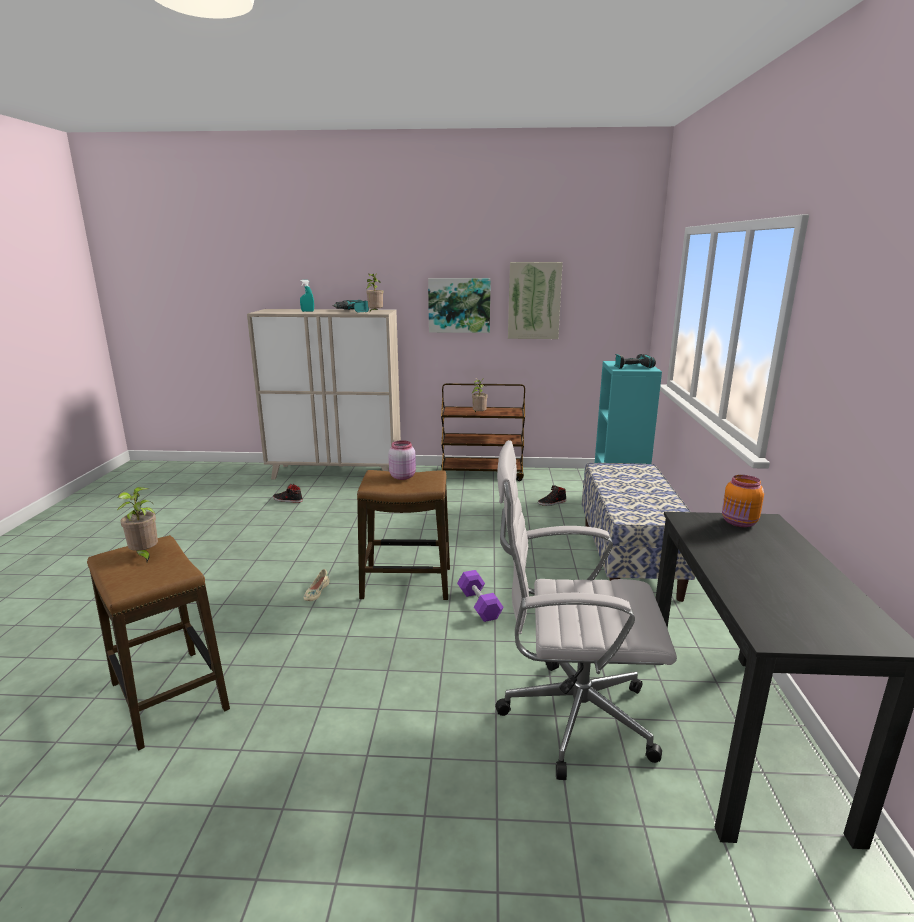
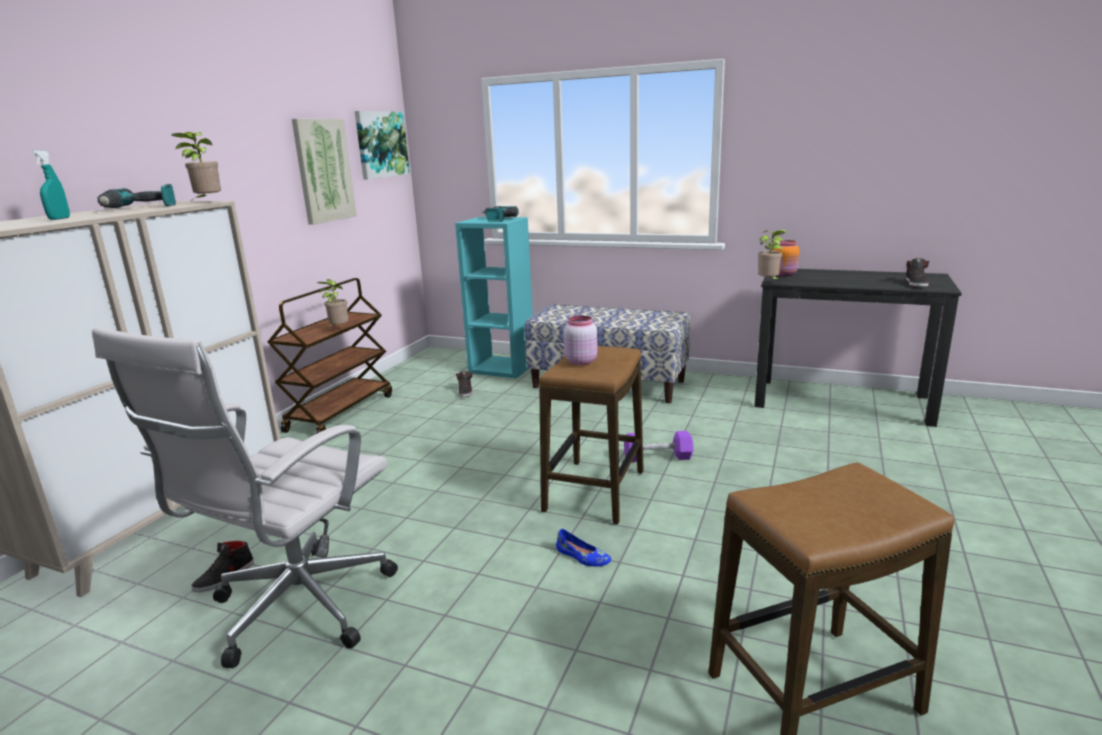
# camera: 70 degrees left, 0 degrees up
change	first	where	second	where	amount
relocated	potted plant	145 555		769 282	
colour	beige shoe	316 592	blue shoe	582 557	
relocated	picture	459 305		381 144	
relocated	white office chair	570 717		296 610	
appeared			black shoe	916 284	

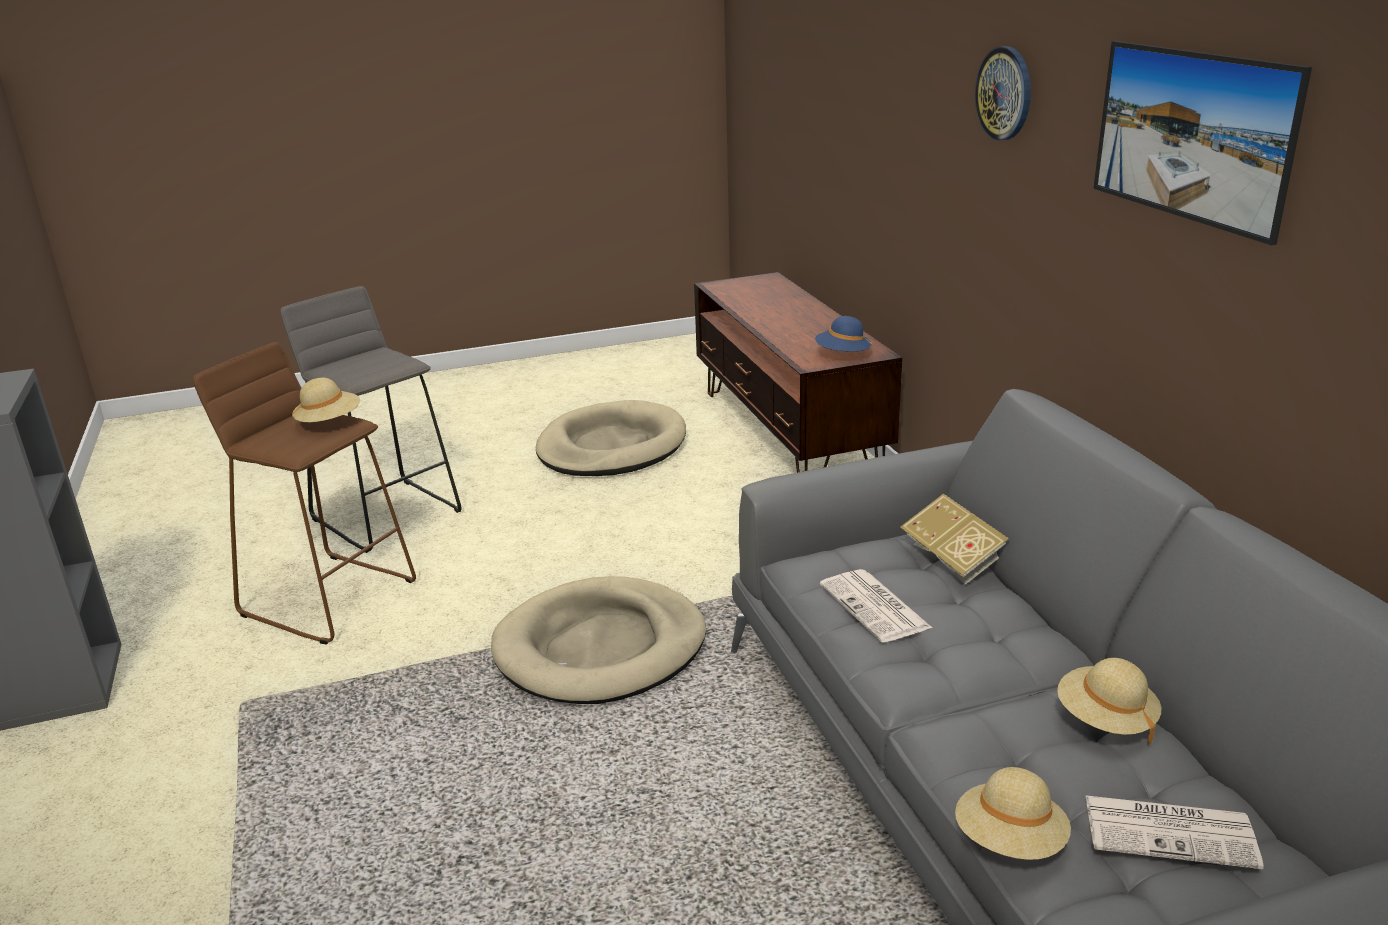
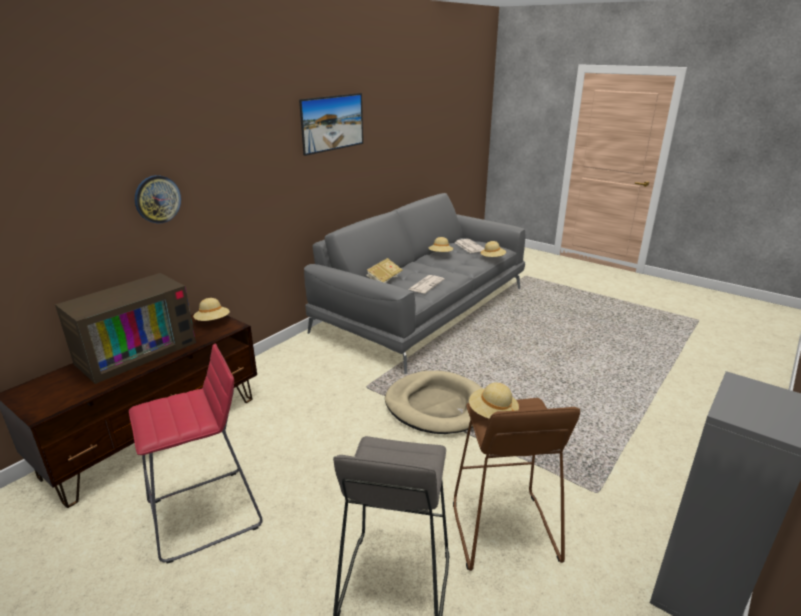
# camera: 125 degrees left, 0 degrees up
change	first	where	second	where	amount
exchanged	beige dog bed	611 446	red stool	206 514	
colour	blue hat	842 355	beige hat	213 321	
relocated	wall clock	1004 93		157 199	
appeared			television	136 351	

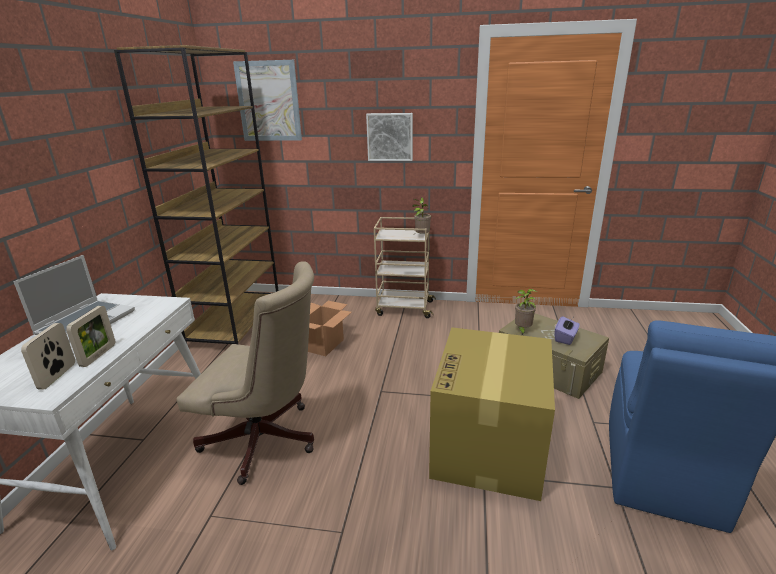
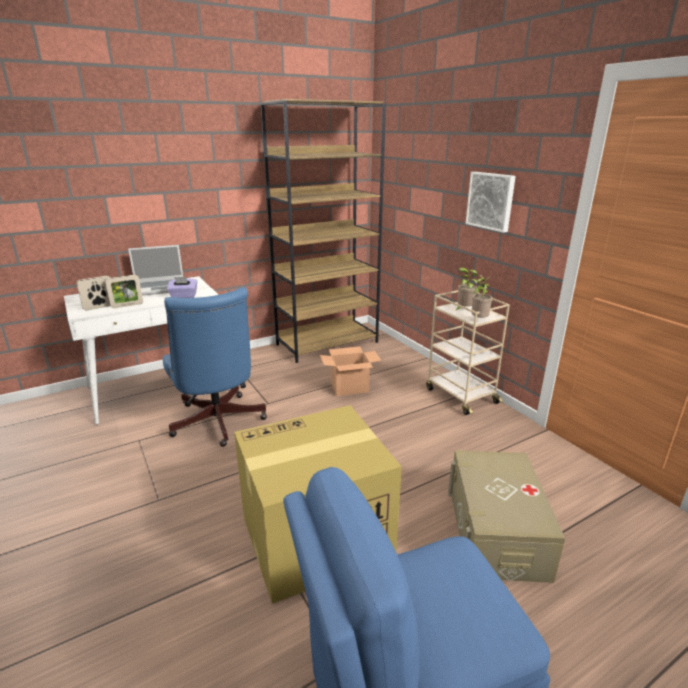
# camera: 50 degrees right, 0 degrees up
change	first	where	second	where	amount
colour	beige office chair	267 441	blue office chair	218 424	
missing	picture	268 101			
relocated	potted plant	522 330		463 310	
relocated	purple tissue box	565 338		183 296	

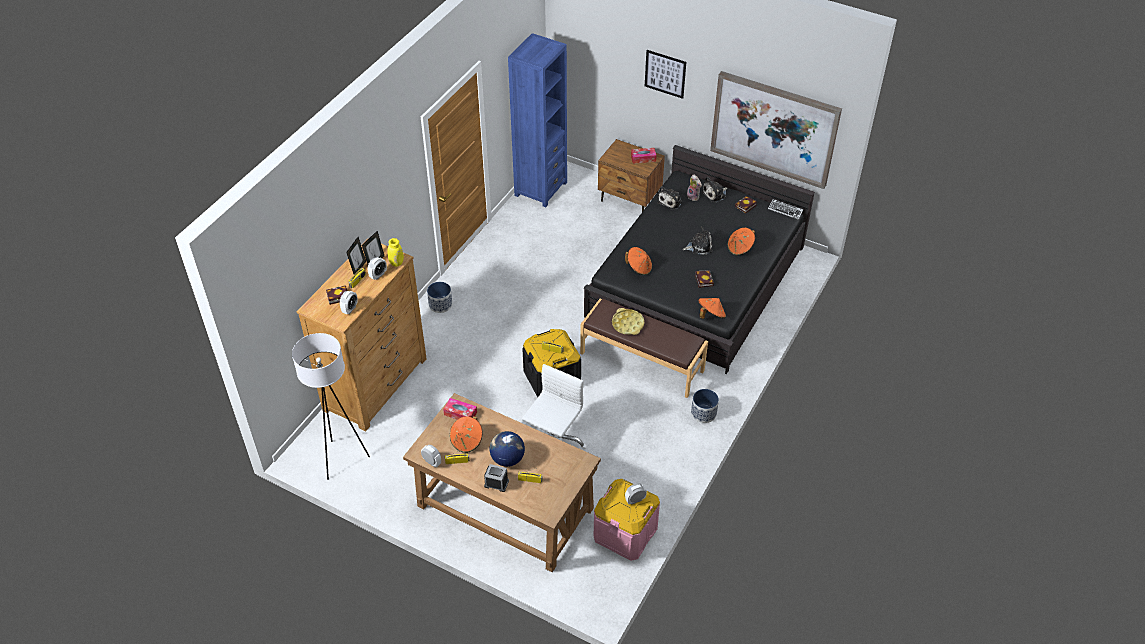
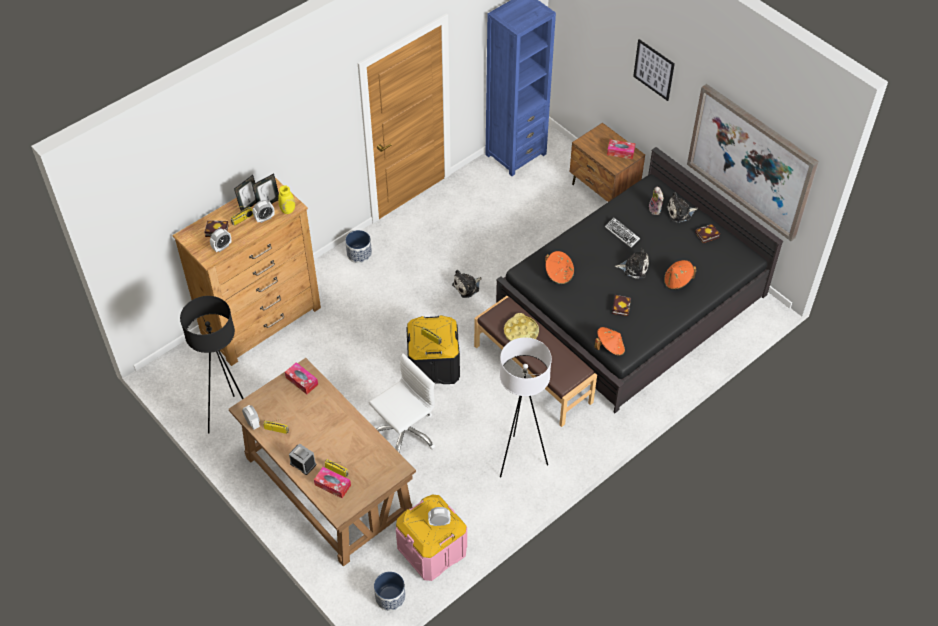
# camera: 20 degrees right, 5 degrees up
change	first	where	second	where	amount
relocated	white floor lamp	342 459		519 459	
missing	orange hat	467 441			
missing	globe	507 459			
relocated	plush toy	670 201		467 287	
relocated	planter	704 413		390 597	
relocated	keyboard	785 210		622 234	
appeared			black floor lamp	232 419	
appeared			tissue box	332 485	

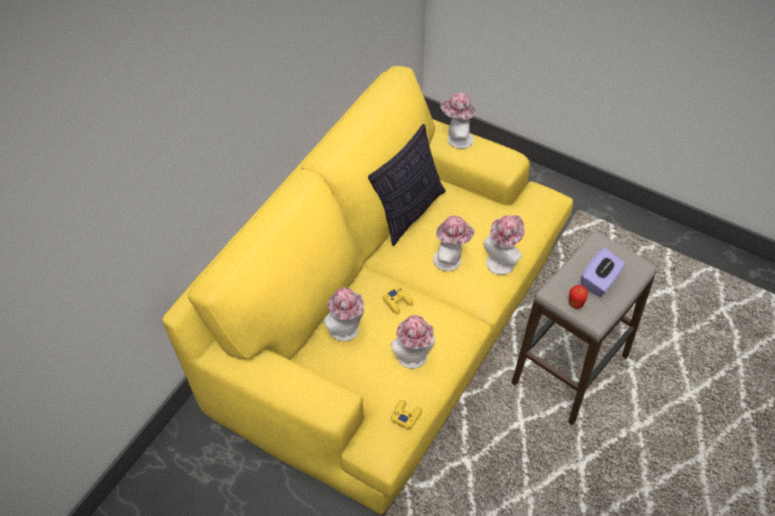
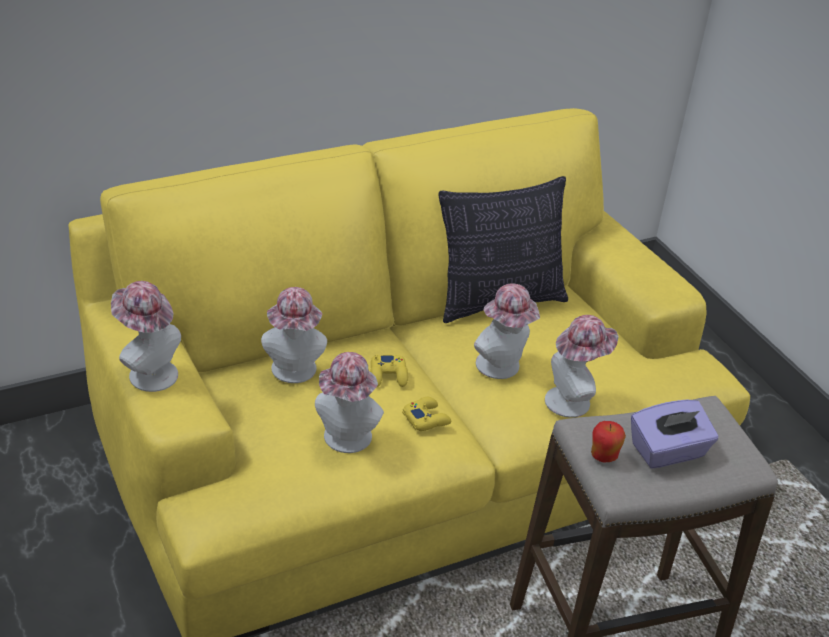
# camera: 30 degrees right, 15 degrees down
change	first	where	second	where	amount
relocated	yellow game controller	406 415		426 418	
relocated	hat	456 139		148 373	

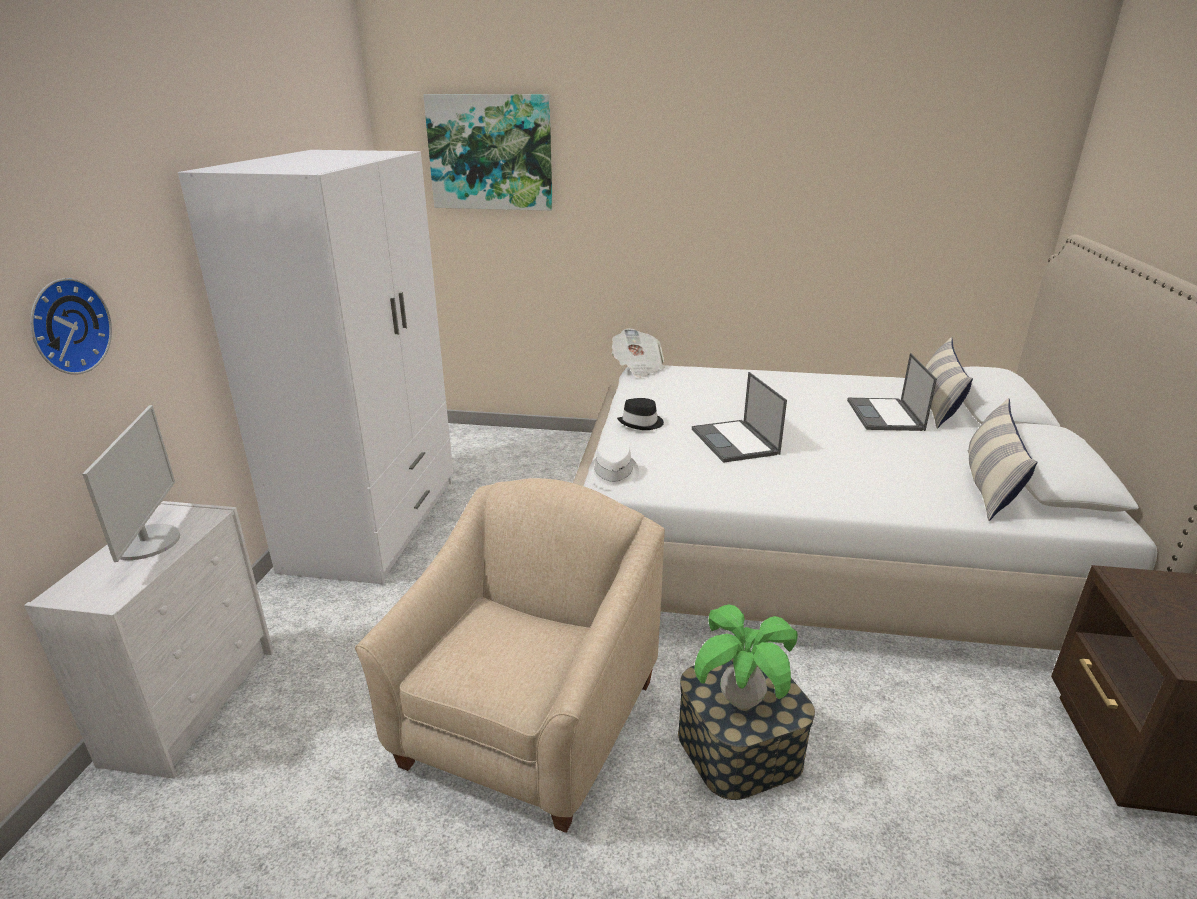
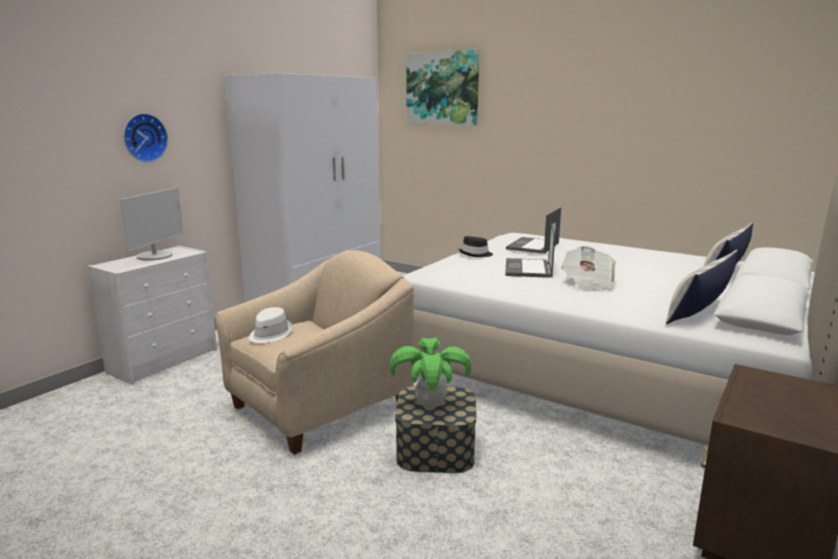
# camera: 25 degrees right, 10 degrees down
change	first	where	second	where	amount
relocated	white hat	613 475		269 334	
relocated	newspaper	637 367		587 283	
relocated	laptop	885 415		533 246	

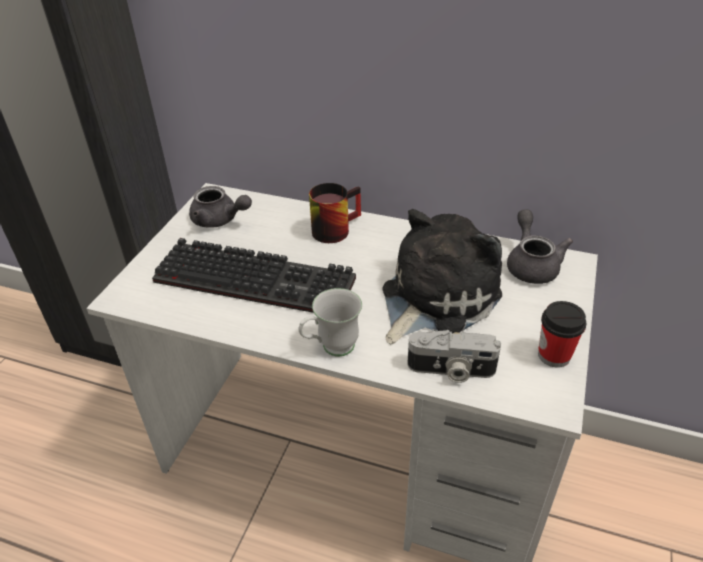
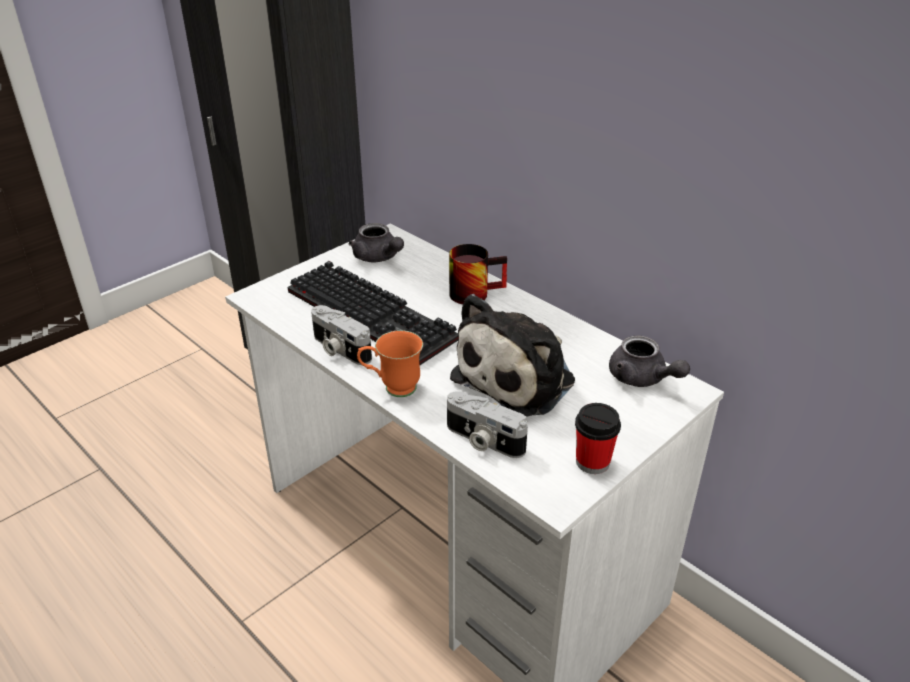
# camera: 25 degrees right, 5 degrees down
change	first	where	second	where	amount
colour	white mug	331 348	orange mug	392 388	
spun	plush toy	434 297		519 377	150 degrees clockwise
spun	grey teapot	531 264		642 379	120 degrees clockwise
appeared			photo camera	339 349	

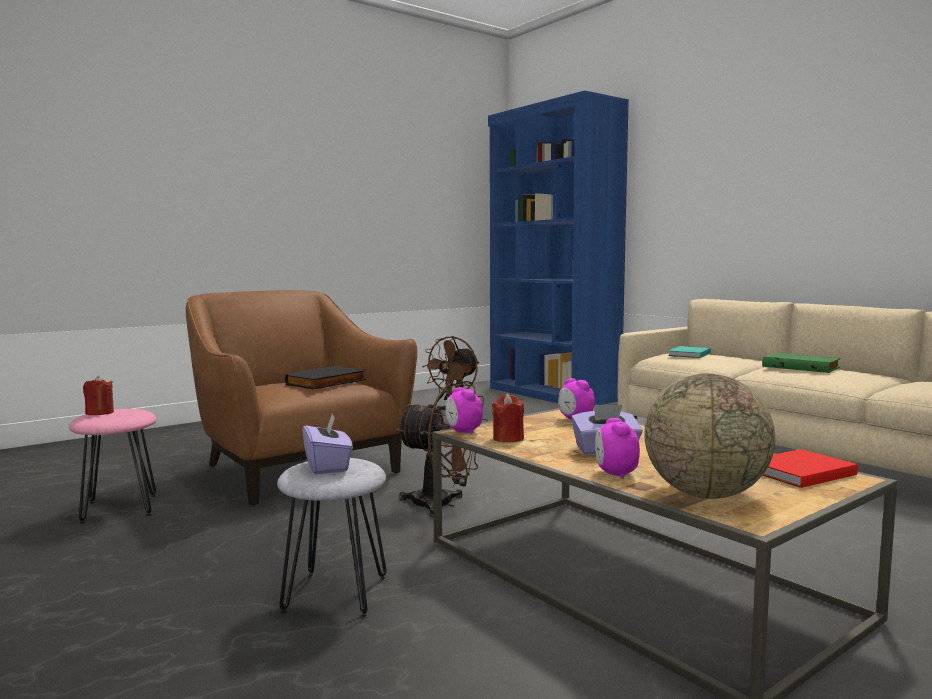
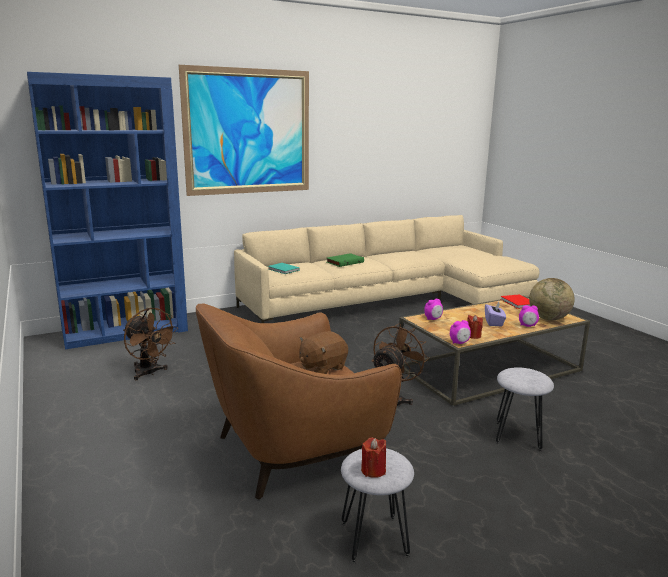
# camera: 80 degrees left, 10 degrees up
change	first	where	second	where	amount
colour	pink stool	120 508	grey stool	373 538	
exchanged	black book	327 383	brown plush toy	322 367	
missing	purple tissue box	328 466			
appeared			picture	248 132	

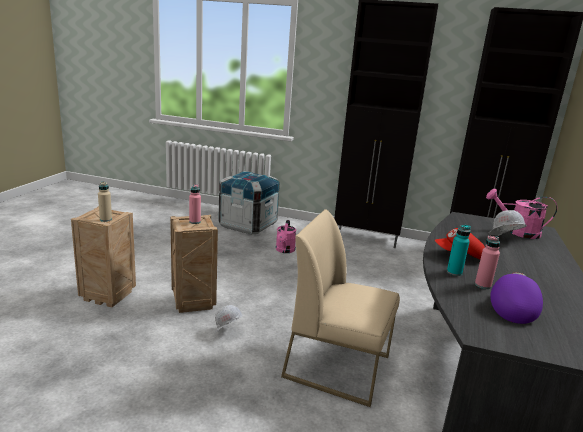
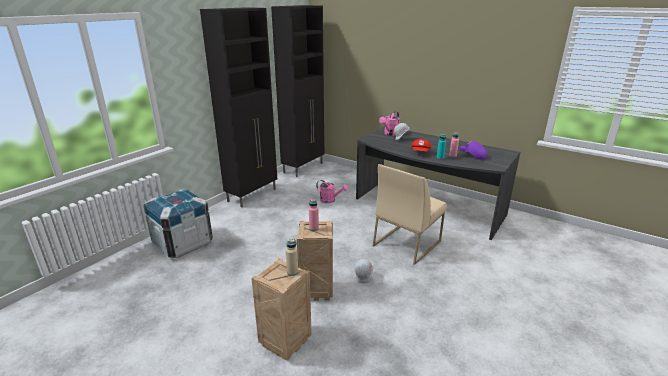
# camera: 70 degrees left, 5 degrees up
change	first	where	second	where	amount
relocated	pink watering can	284 250		330 200	

